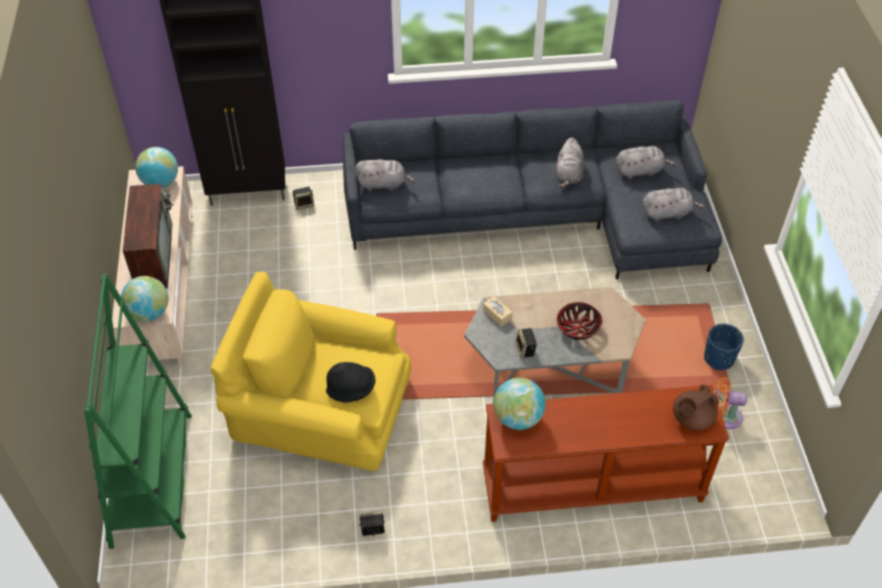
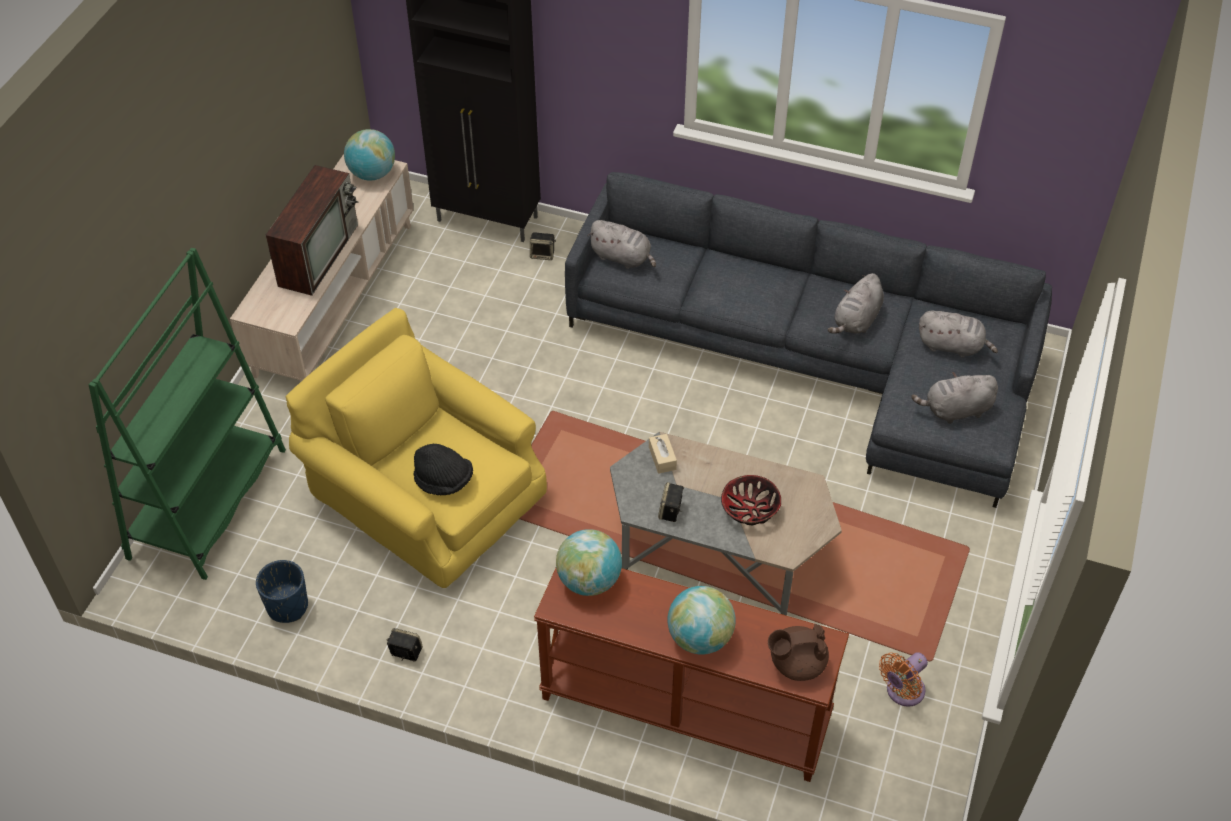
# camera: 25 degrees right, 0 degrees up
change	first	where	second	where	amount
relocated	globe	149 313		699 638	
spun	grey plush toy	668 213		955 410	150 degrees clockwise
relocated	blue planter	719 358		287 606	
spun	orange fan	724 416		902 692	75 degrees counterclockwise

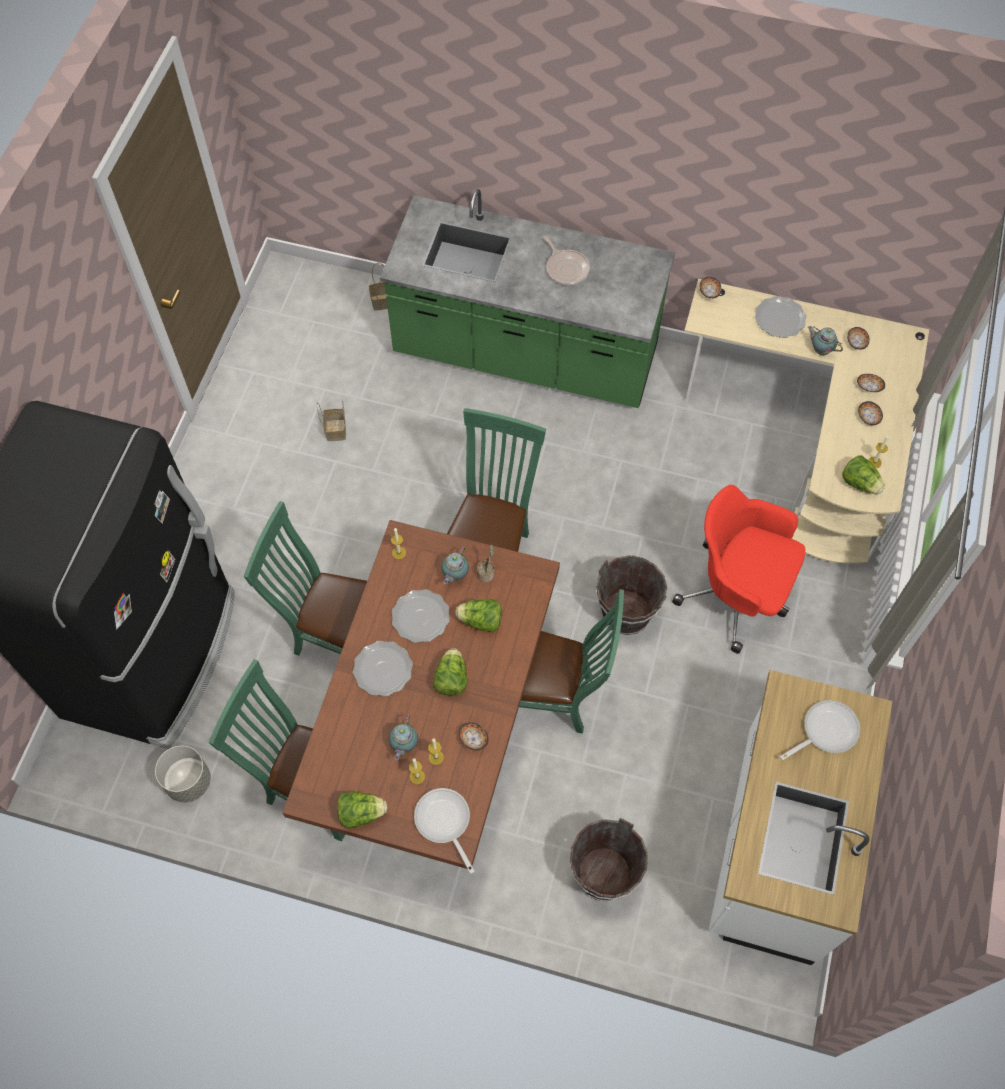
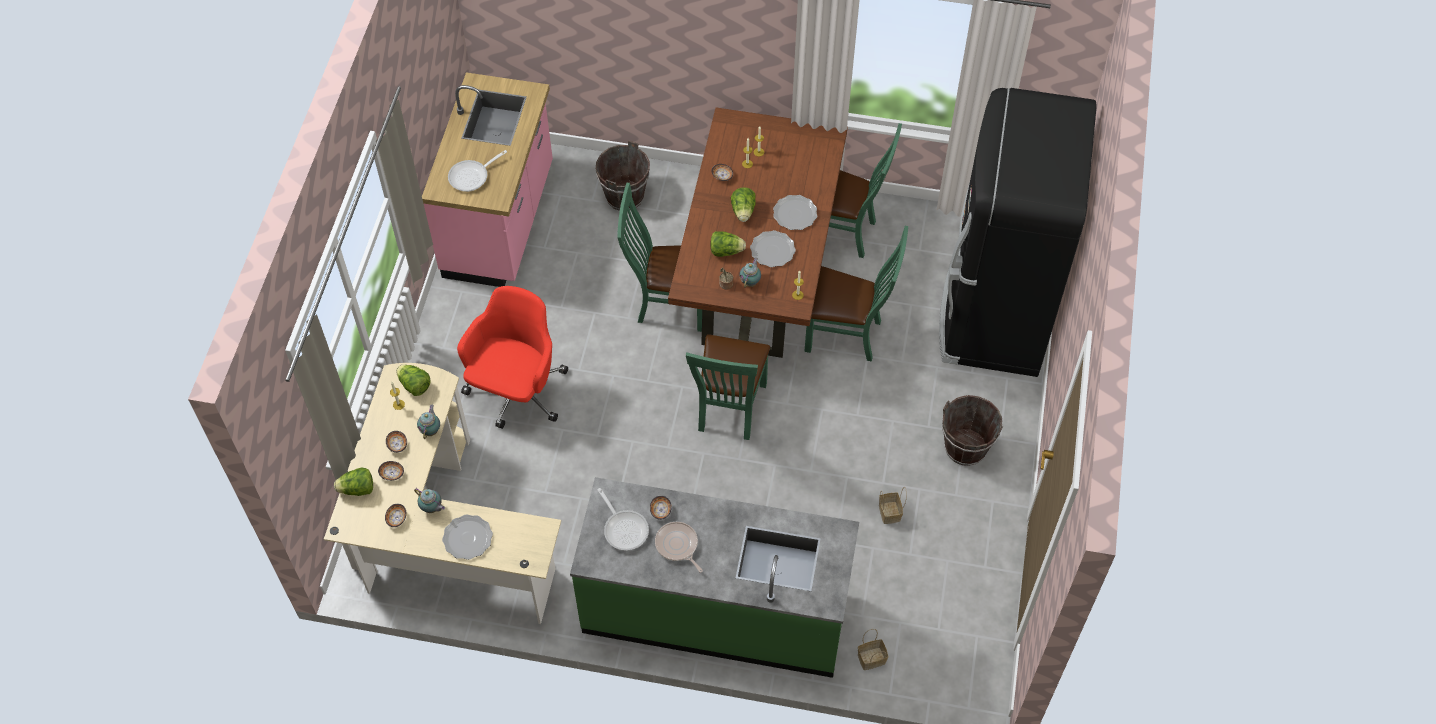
# camera: 175 degrees right, 5 degrees down
change	first	where	second	where	amount
missing	grey planter	189 782			
relocated	lettuce	361 813		357 489	
relocated	teapot	403 745		431 430	
relocated	frying pan	444 822		624 528	
relocated	brown bucket	625 613		966 447	
spun	red office chair	736 595		517 392	90 degrees counterclockwise
relocated	bowl	709 292		660 510	
colour	white counter	774 844	pink counter	501 222	

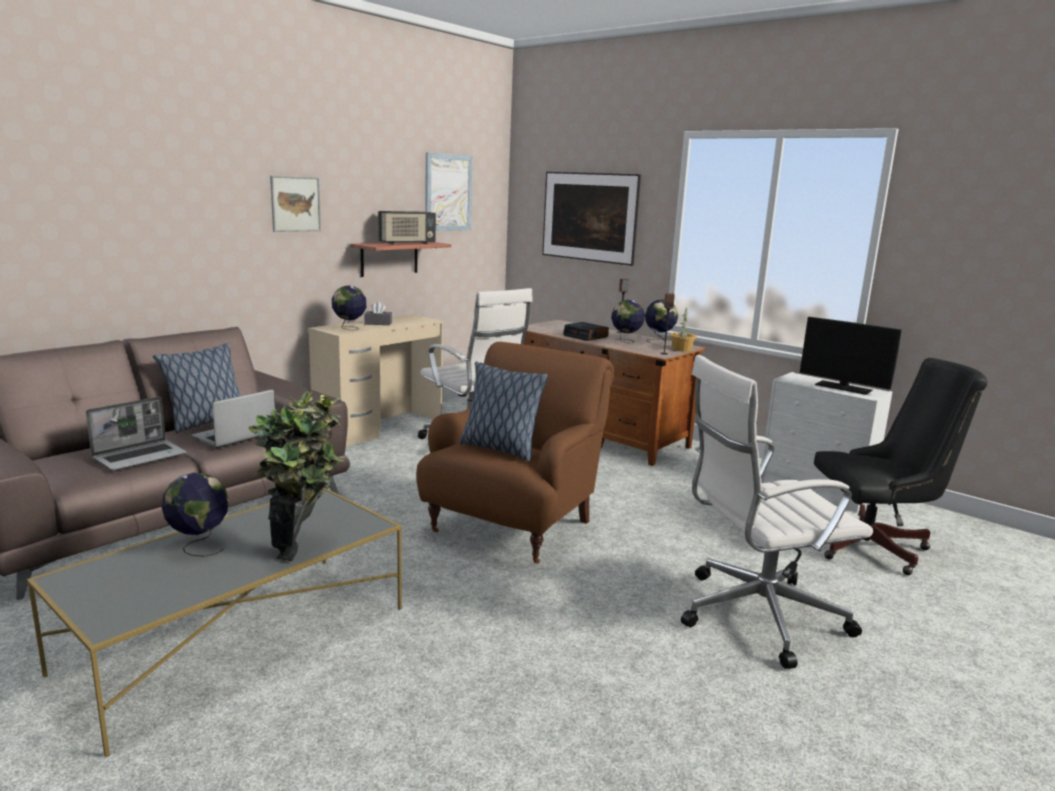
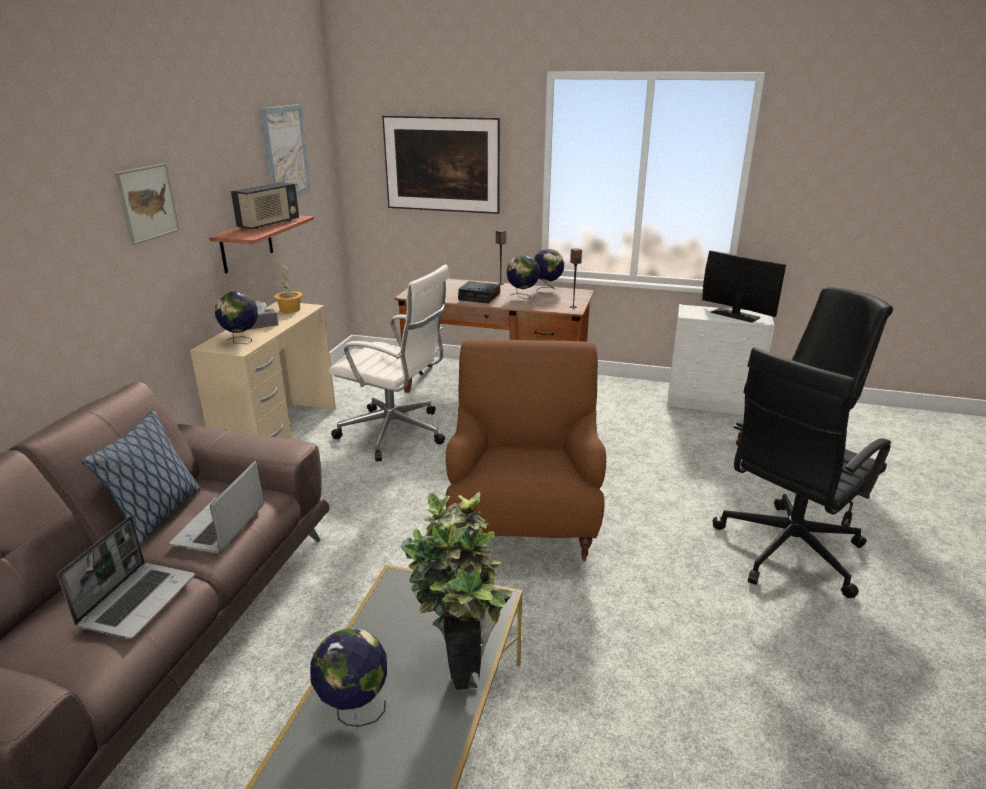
# camera: 25 degrees left, 10 degrees up
change	first	where	second	where	amount
missing	pillow	499 449			
relocated	potted plant	681 349		289 309	
colour	white office chair	755 615	black office chair	785 552	
spun	monitor	843 387		735 315	150 degrees counterclockwise

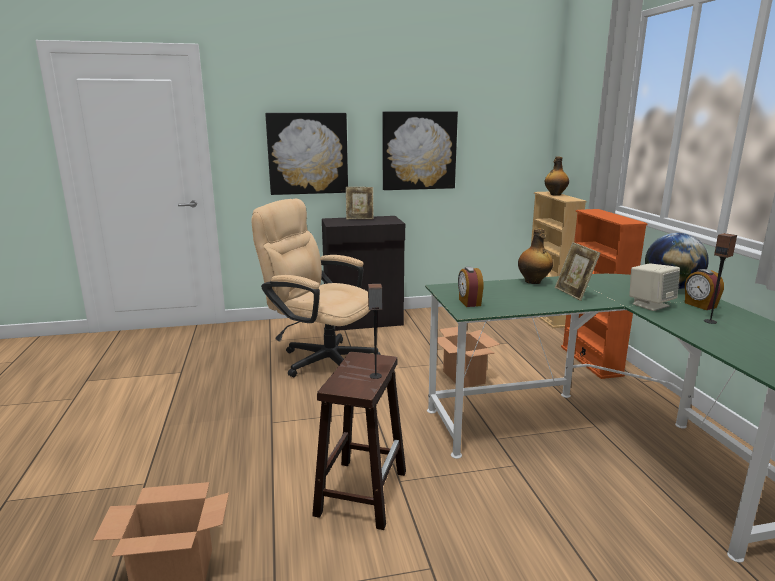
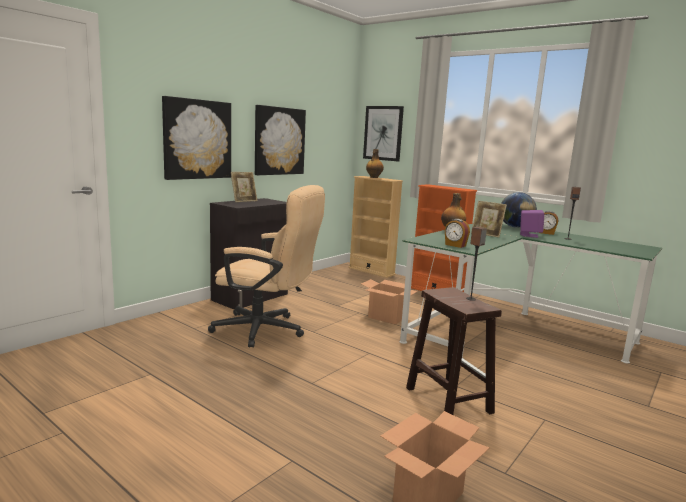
# camera: 40 degrees left, 5 degrees down
change	first	where	second	where	amount
spun	beige office chair	321 359		266 330	150 degrees counterclockwise
colour	beige speaker	650 305	purple speaker	529 235	
appeared			picture	383 133	

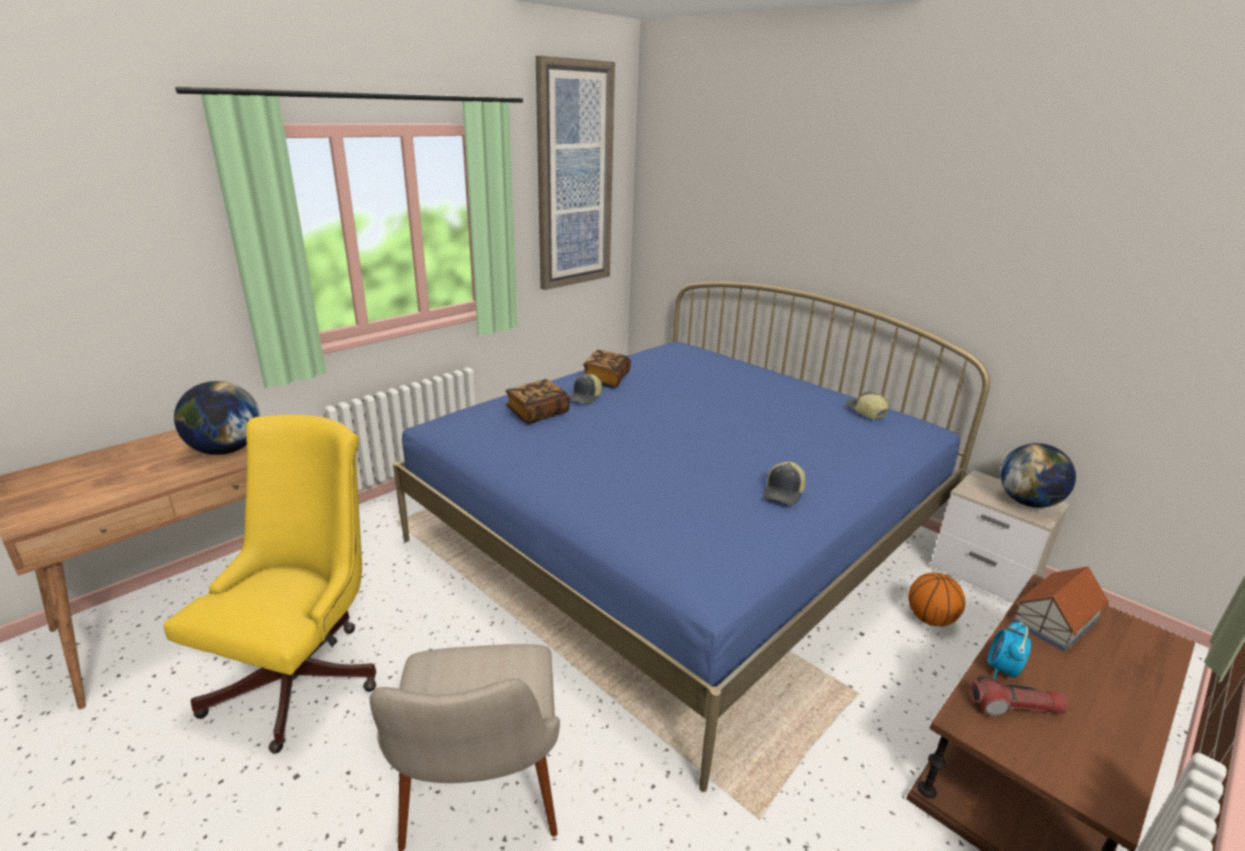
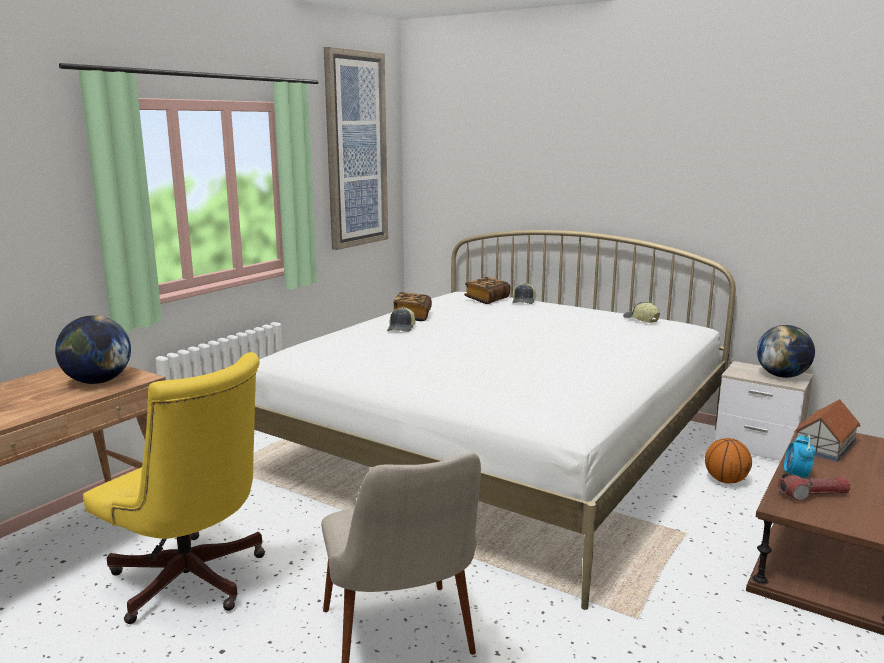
# camera: 10 degrees left, 10 degrees down
change	first	where	second	where	amount
spun	yellow office chair	304 675		192 584	120 degrees clockwise
colour	blue bed	680 540	white bed	498 452	
relocated	book	537 413		487 299	
relocated	cap	784 493		524 301	

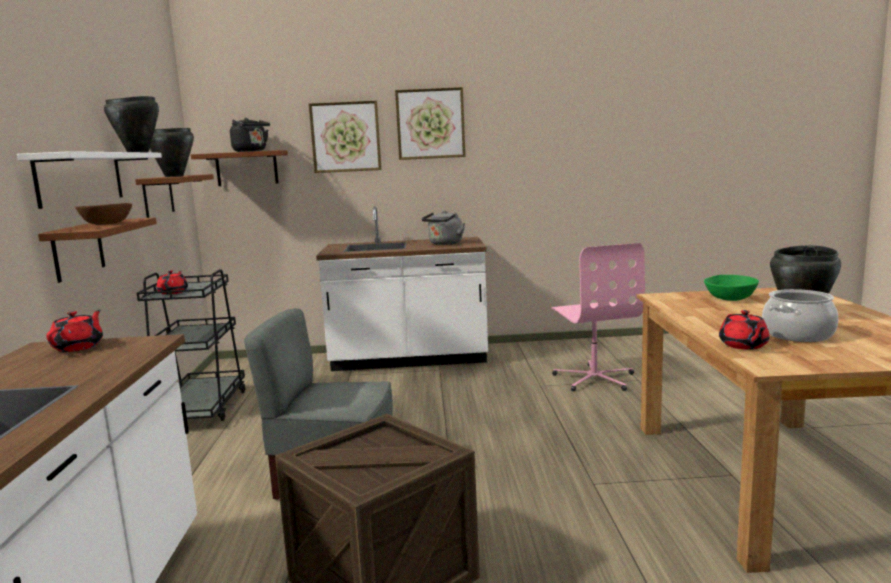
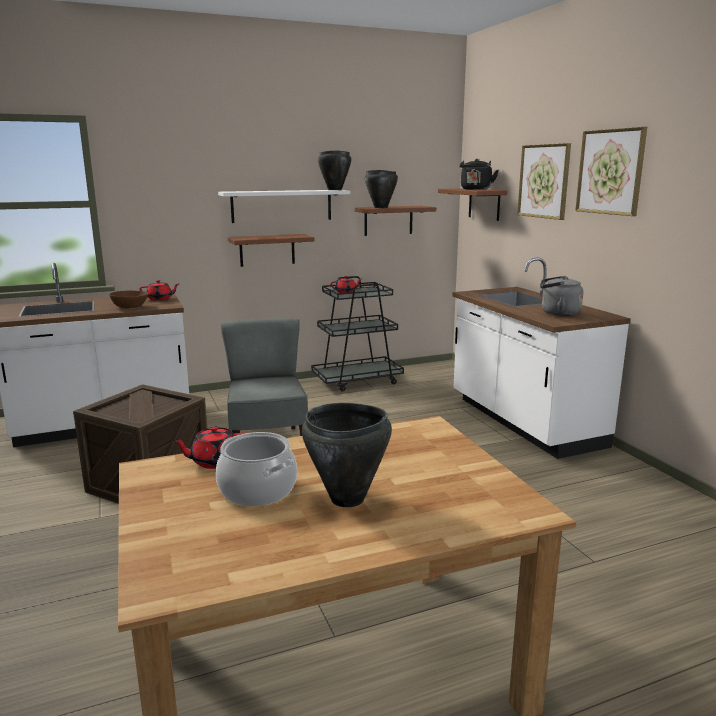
# camera: 70 degrees right, 5 degrees up
change	first	where	second	where	amount
relocated	brown bowl	106 224		130 307	
missing	pink office chair	594 378			
missing	green bowl	730 298			

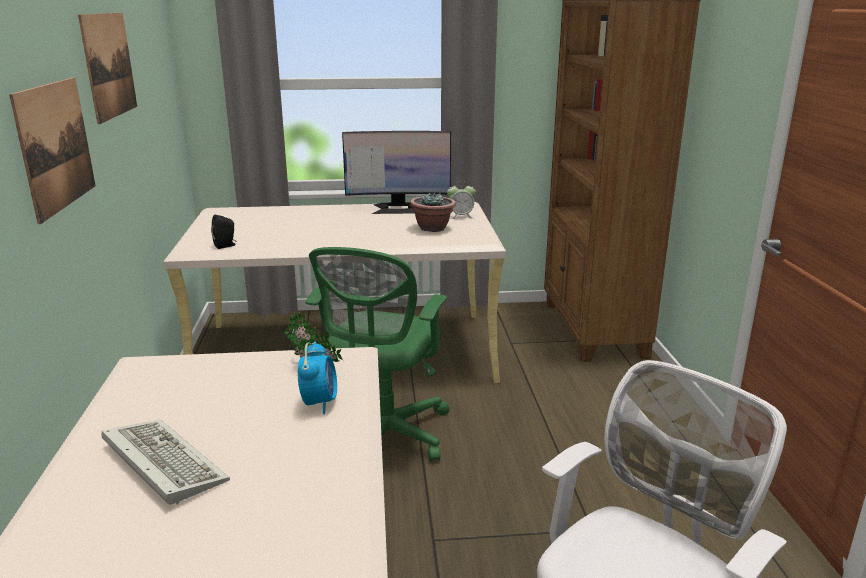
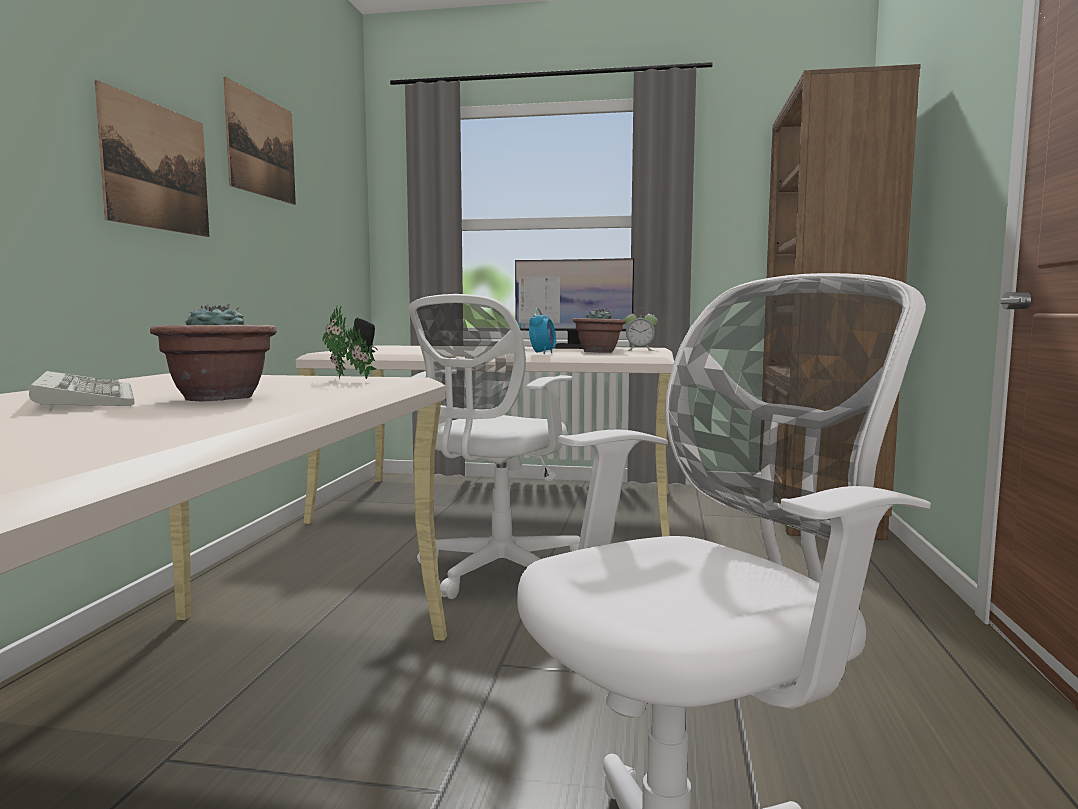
# camera: 15 degrees right, 15 degrees down
change	first	where	second	where	amount
relocated	alarm clock	319 402		542 353	
colour	green office chair	384 439	white office chair	497 573	
appeared			potted plant	218 398	

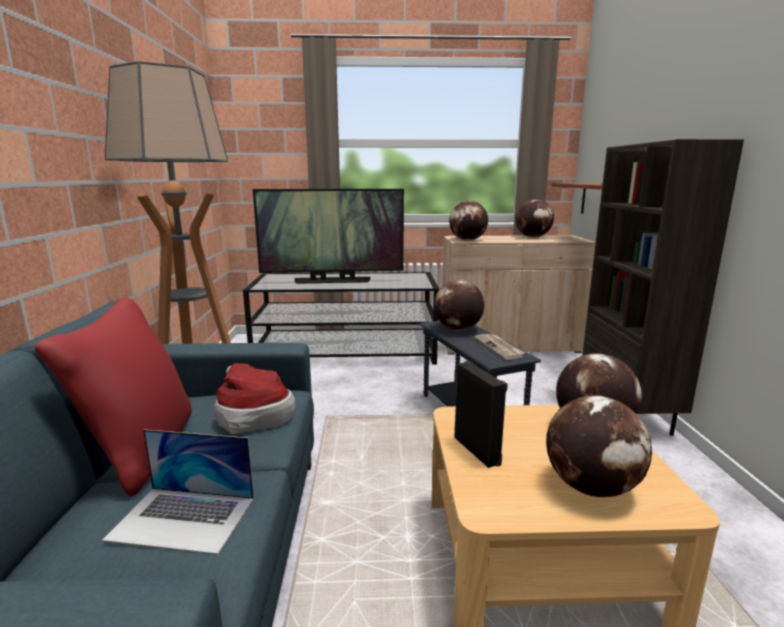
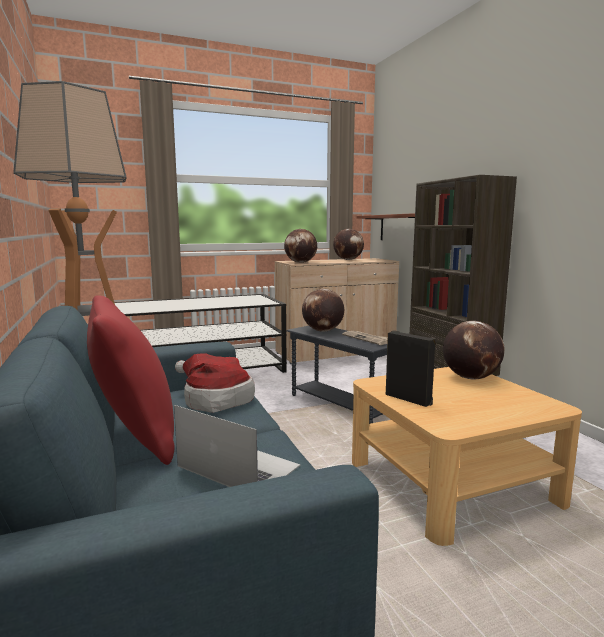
# camera: 20 degrees left, 5 degrees down
change	first	where	second	where	amount
spun	laptop	183 518		238 466	135 degrees counterclockwise
missing	television	332 281			
missing	globe	591 487			

